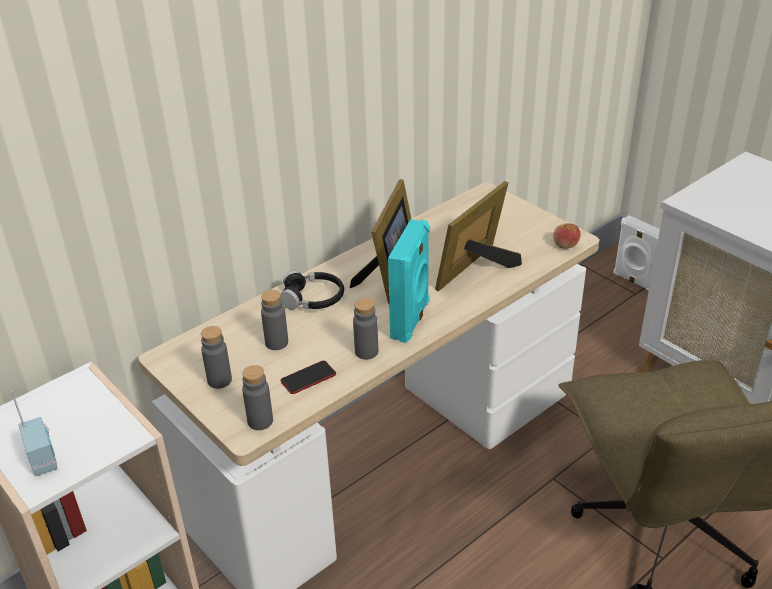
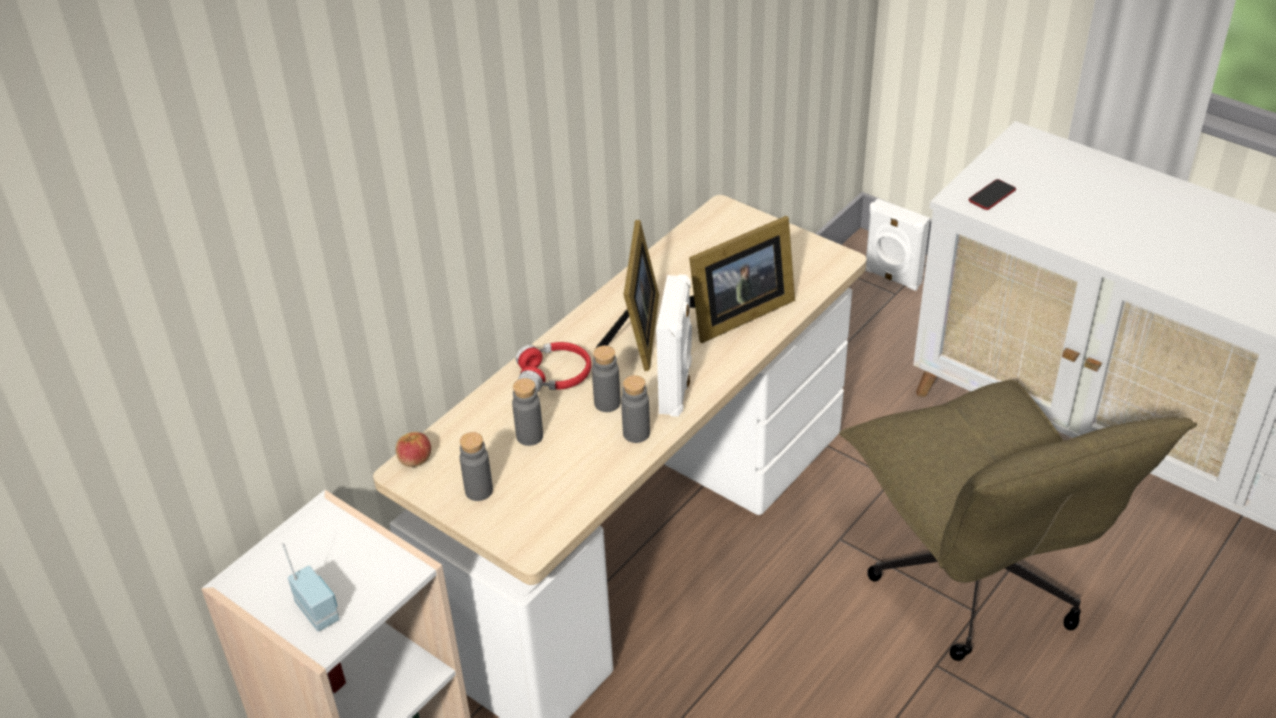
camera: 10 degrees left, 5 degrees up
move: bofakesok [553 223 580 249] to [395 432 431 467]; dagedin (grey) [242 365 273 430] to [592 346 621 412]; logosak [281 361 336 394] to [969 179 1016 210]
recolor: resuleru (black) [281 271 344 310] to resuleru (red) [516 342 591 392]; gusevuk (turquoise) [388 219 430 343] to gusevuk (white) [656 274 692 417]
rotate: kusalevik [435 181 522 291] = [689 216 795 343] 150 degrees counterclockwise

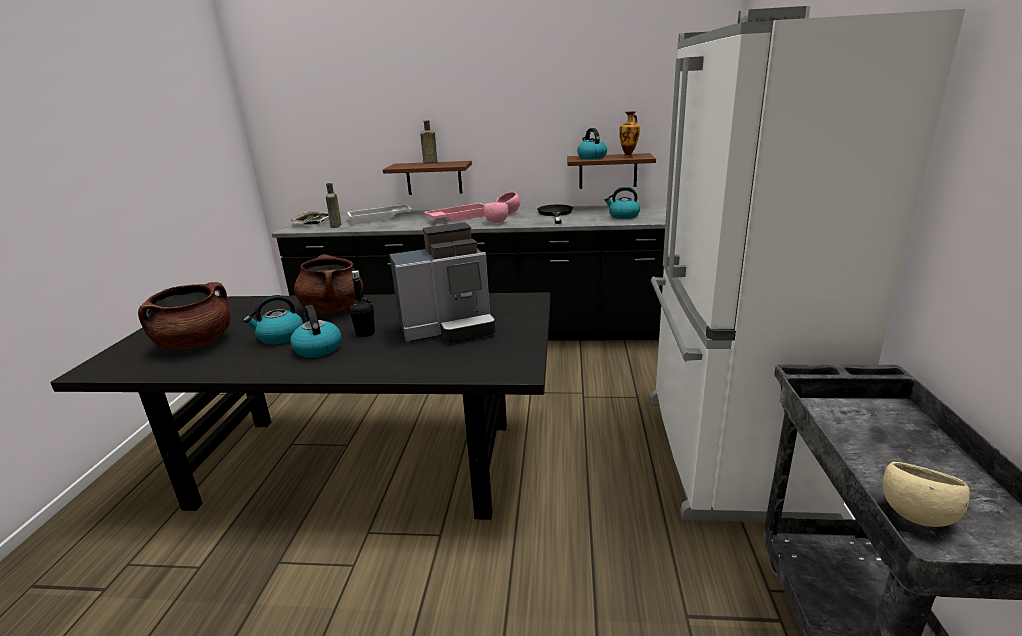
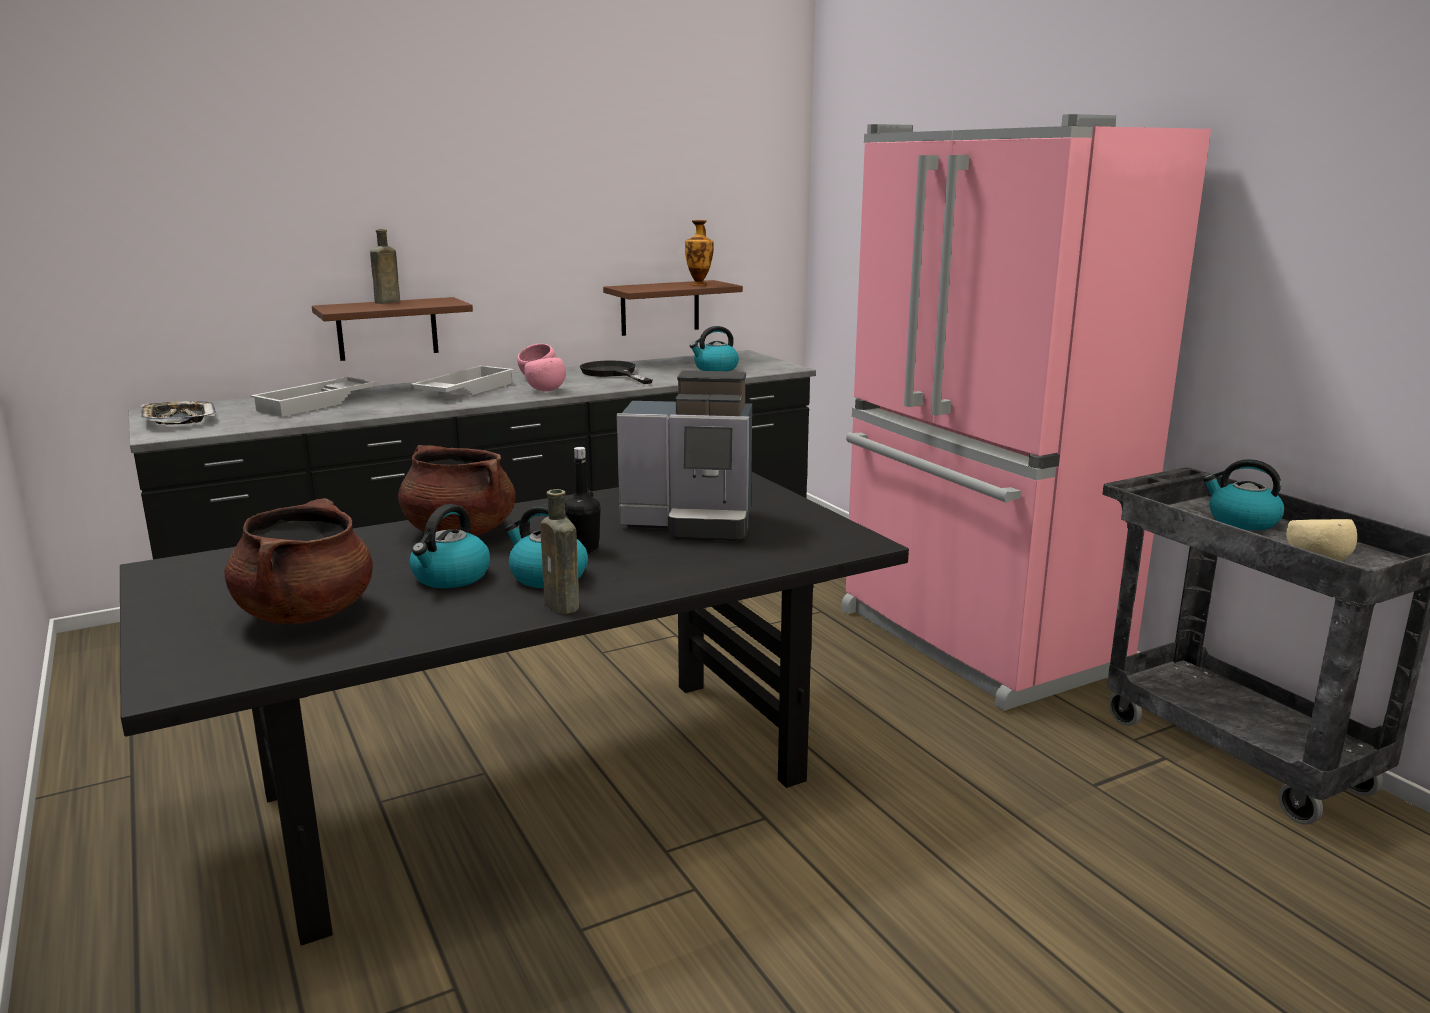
camera: 35 degrees left, 5 degrees down
move: dagedin (brown) [326 183 341 228] to [540 489 579 614]; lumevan [577 128 607 159] to [1203 459 1284 530]
recolor: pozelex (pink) [423 203 485 221] to pozelex (white) [410 366 514 395]; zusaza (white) [651 6 965 522] to zusaza (pink) [841 114 1211 711]
rotate: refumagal [389 223 496 343] = [616 371 752 541] 60 degrees clockwise

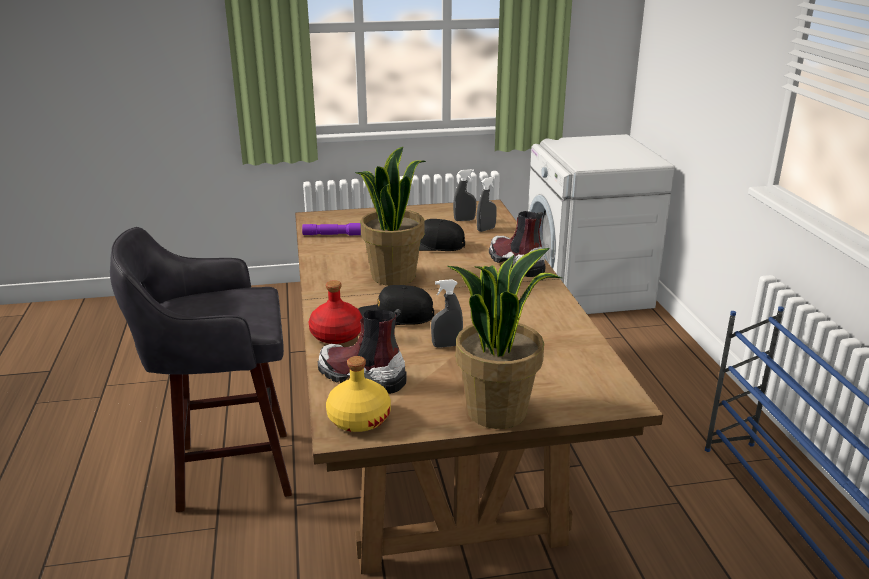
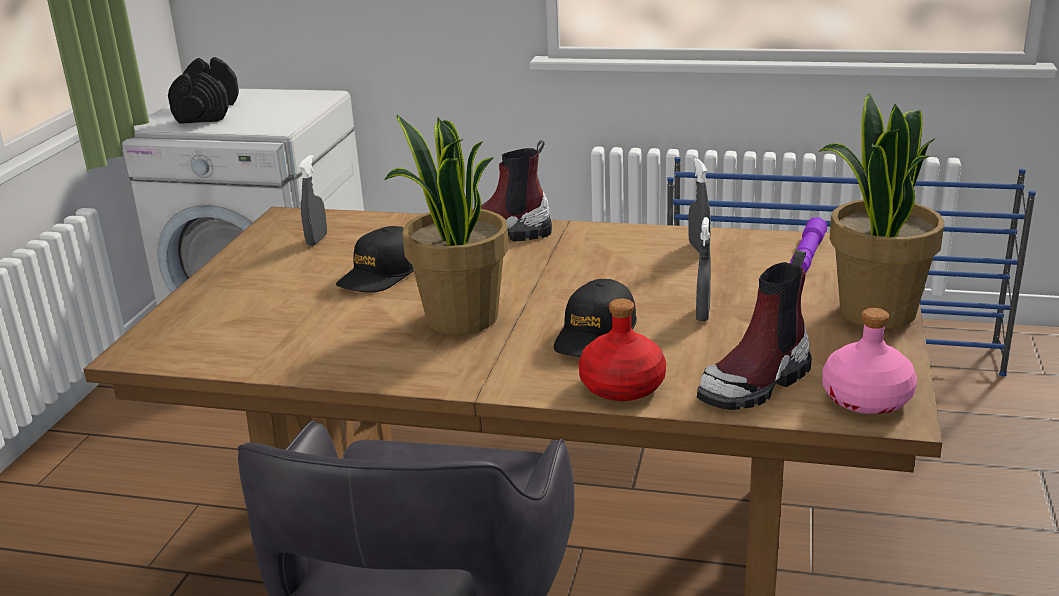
camera: 65 degrees left, 0 degrees up
insert: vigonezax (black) [168 57 239 124]
move: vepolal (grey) [477 176 497 232] to [688 158 711 253]; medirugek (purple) [302 223 361 235] to [790 217 827 274]
recolor: dagedin (yellow) [326 356 391 432] to dagedin (pink) [822 308 917 414]

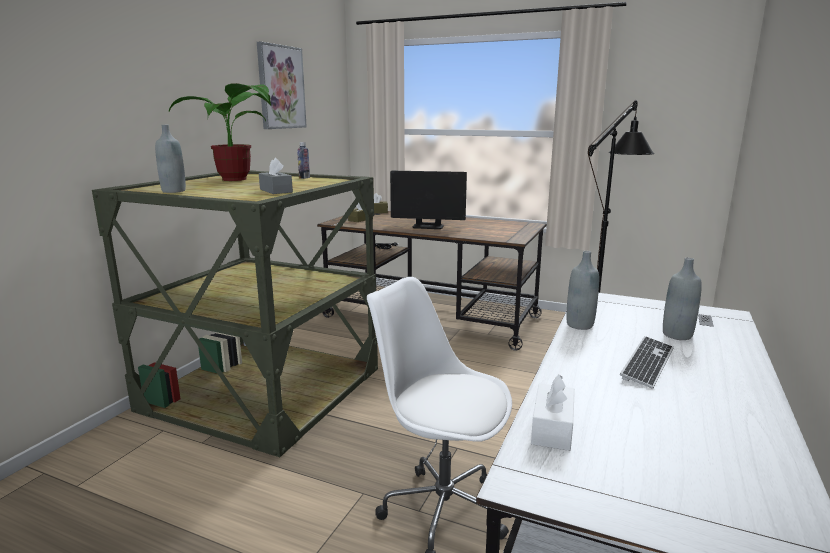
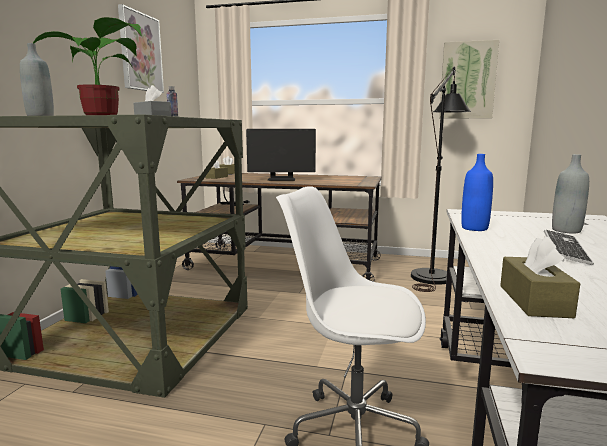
camera: 10 degrees left, 5 degrees down
insert: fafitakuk [439 40 499 119]
recolor: dagedin (grey) [566 251 599 330] to dagedin (blue) [461 154 493 231]; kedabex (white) [531 374 575 451] to kedabex (brown) [500 236 580 318]

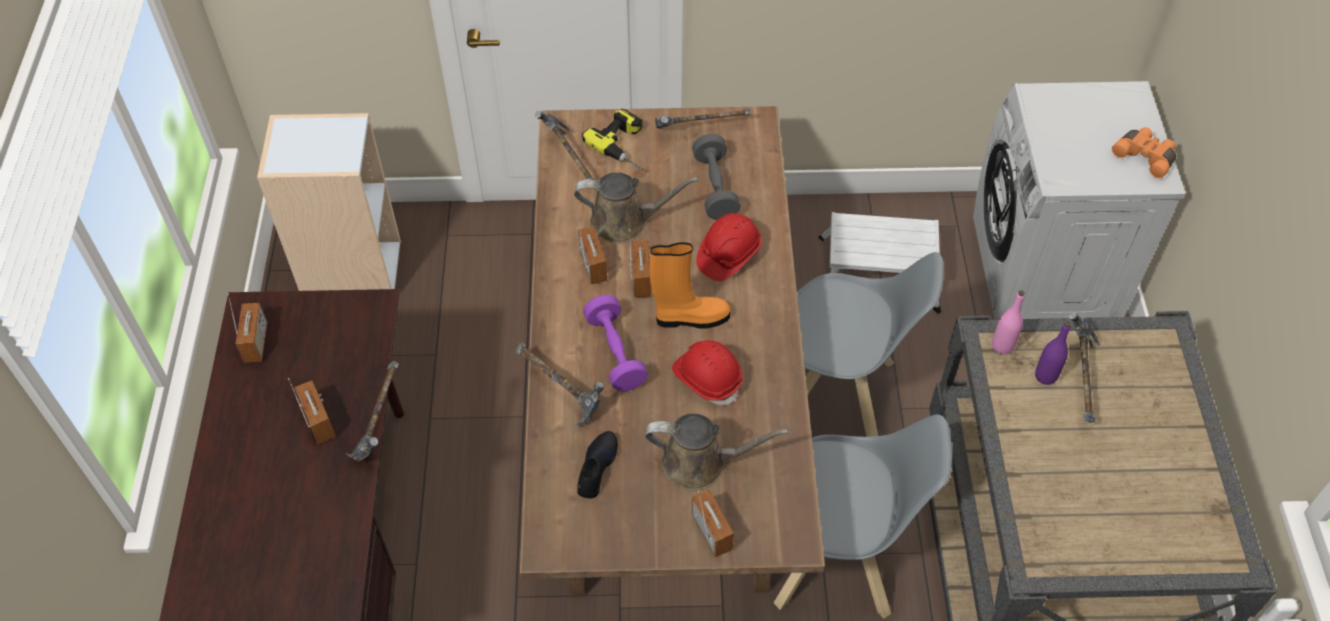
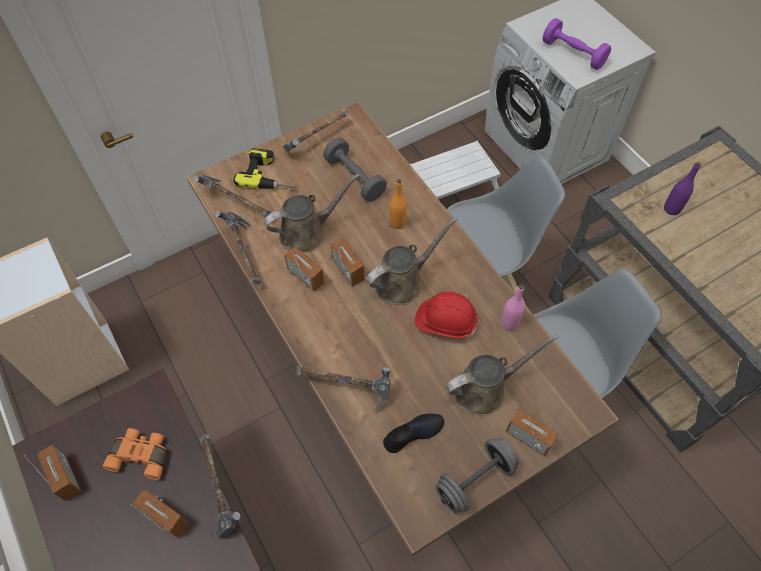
camera: 30 degrees left, 5 degrees up
insert: vigonezax (grey) [436 438 519 513]
move: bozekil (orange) [1112 127 1176 179] to [102 428 167 480]; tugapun [1068 311 1101 423] to [215 210 262 284]; dagedin (pink) [992 290 1025 355] to [501 284 524 331]; vigonezax (purple) [583 295 648 391] to [543 18 611 70]
replace: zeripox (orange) [650 242 730 329] to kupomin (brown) [366 217 458 305]; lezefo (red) [696 213 762 281] to dagedin (orange) [389 179 407 229]
rotate: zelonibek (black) [577 431 618 499] = [383 414 444 453] 75 degrees clockwise

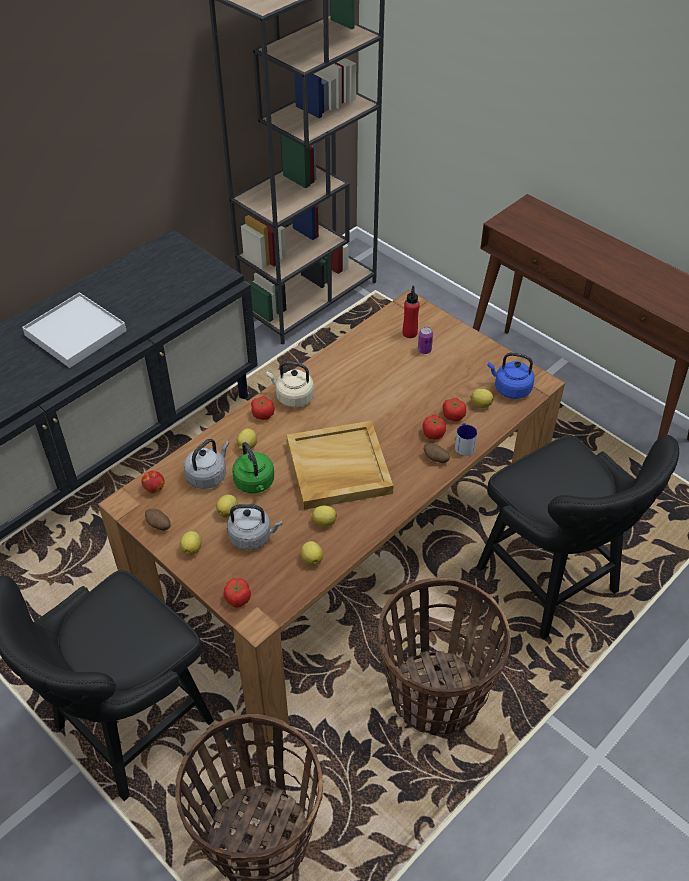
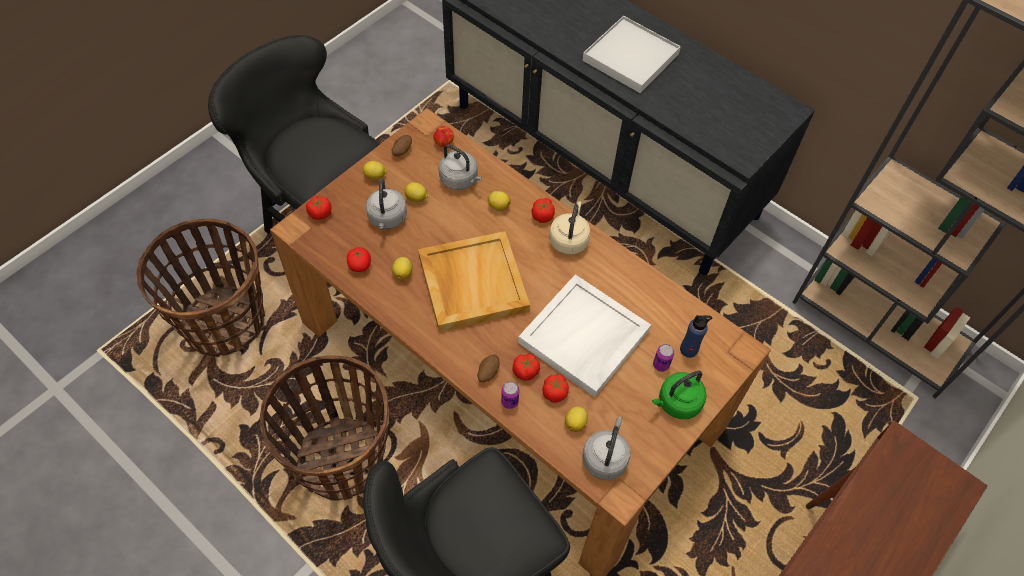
camera: 85 degrees right, 10 degrees up
insert: pozelex (white) [518 274 651 397]
move: lumevan (green) [232 442 274 493] to [652 370 707 419]
replace: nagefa [301 541 323 565] to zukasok [347 247 371 272]; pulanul [455 423 477 456] to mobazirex [501 381 519 409]
recolor: lumevan (blue) [488 352 534 399] to lumevan (grey) [582 417 631 480]; dagedin (red) [403 286 420 338] to dagedin (blue) [680 315 712 358]

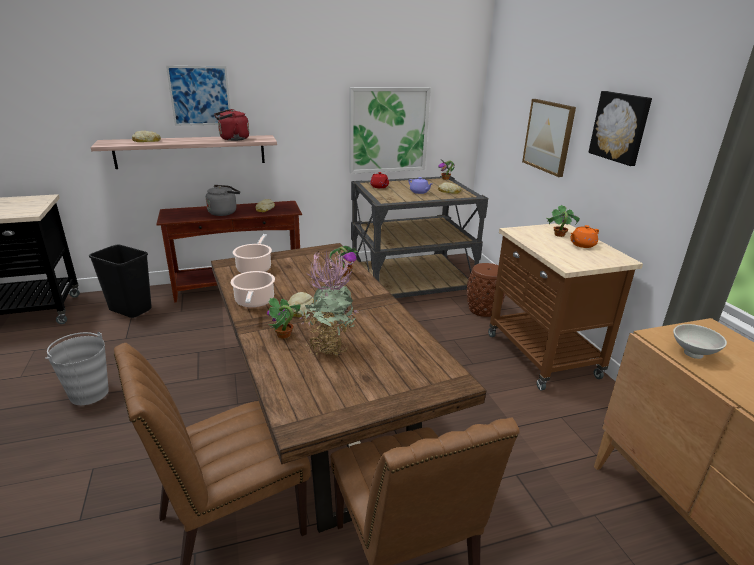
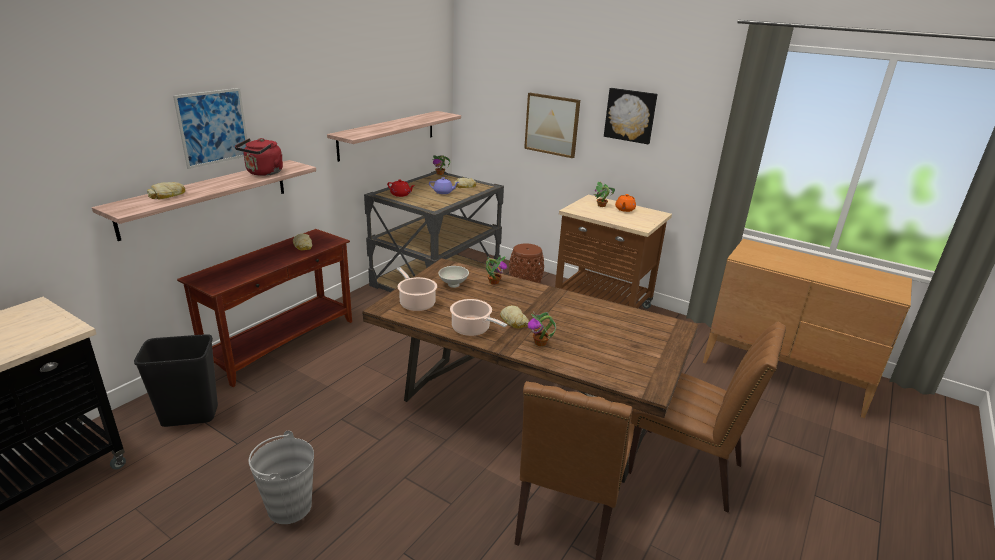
camera: 40 degrees left, 0 degrees up
delete: lumevan (grey) [206 185 240 216]; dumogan [299 250 358 357]
move: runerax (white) [673 324 727 359] to [438 266 469 288]
replace: fafitakuk [349 87 431 174] to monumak [327 111 461 162]

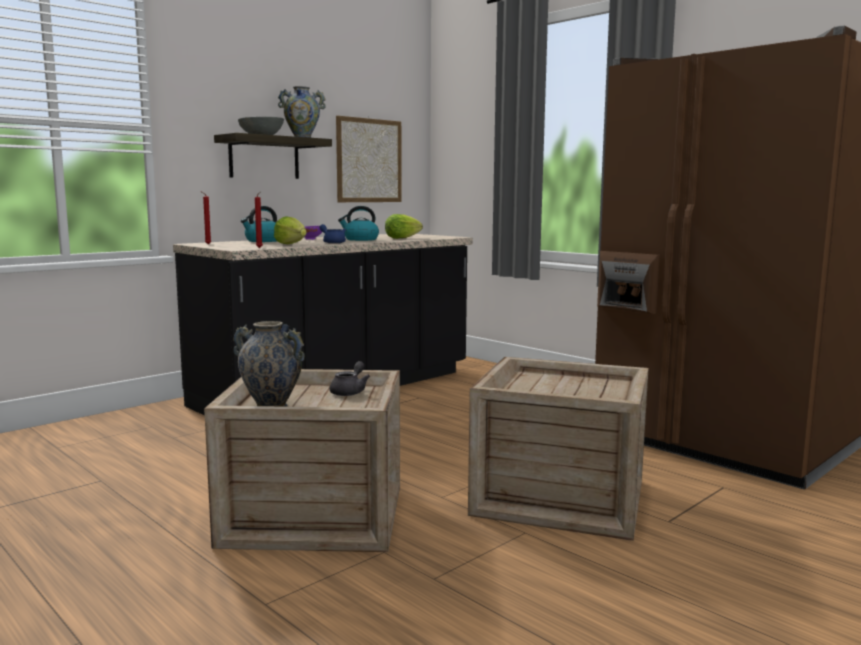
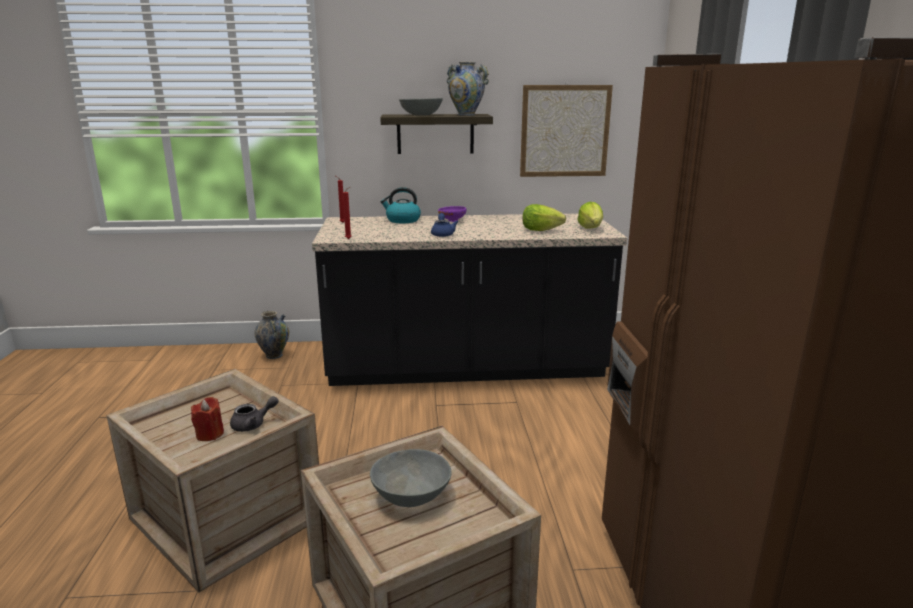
camera: 40 degrees right, 10 degrees up
delete: lumevan [338 206 379 241]
insert: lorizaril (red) [191 397 224 441]; runerax (grey) [370 449 452 507]
move: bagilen [233 321 305 407] to [254 310 289 359]; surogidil [274 216 307 244] to [577 202 603 229]

